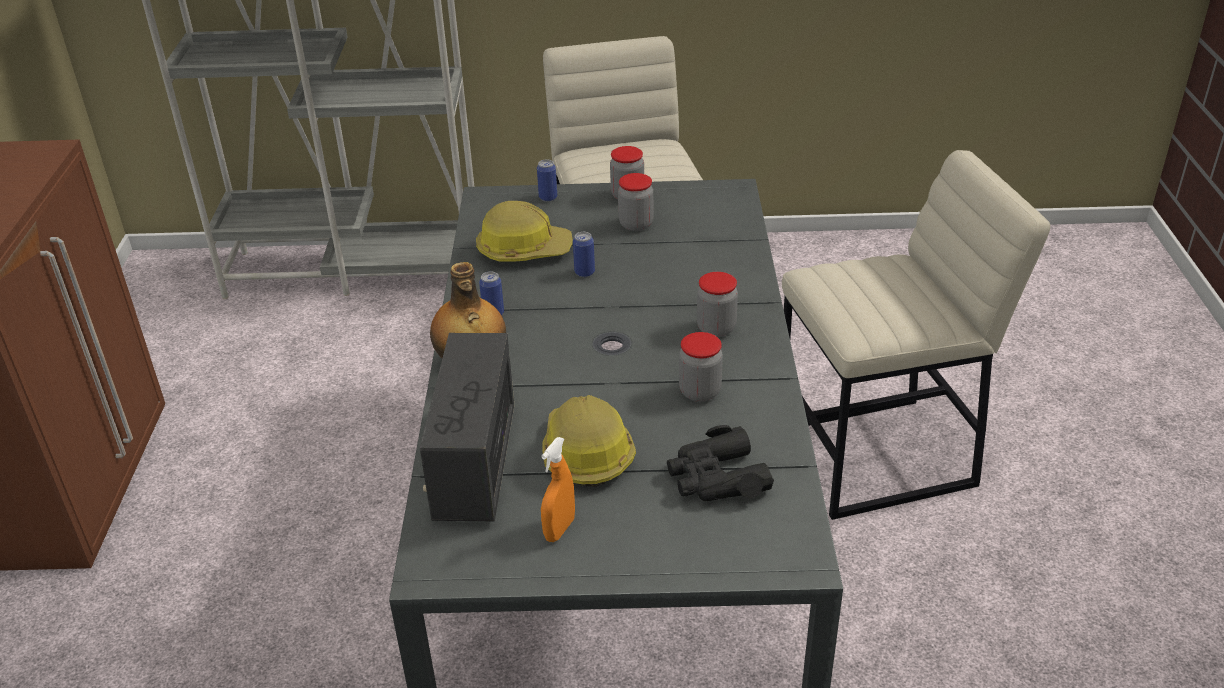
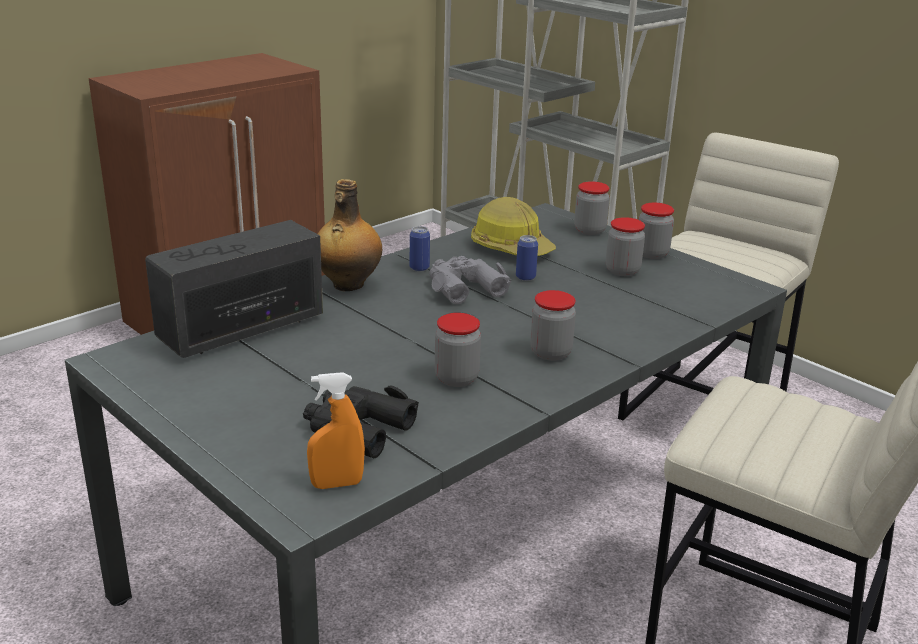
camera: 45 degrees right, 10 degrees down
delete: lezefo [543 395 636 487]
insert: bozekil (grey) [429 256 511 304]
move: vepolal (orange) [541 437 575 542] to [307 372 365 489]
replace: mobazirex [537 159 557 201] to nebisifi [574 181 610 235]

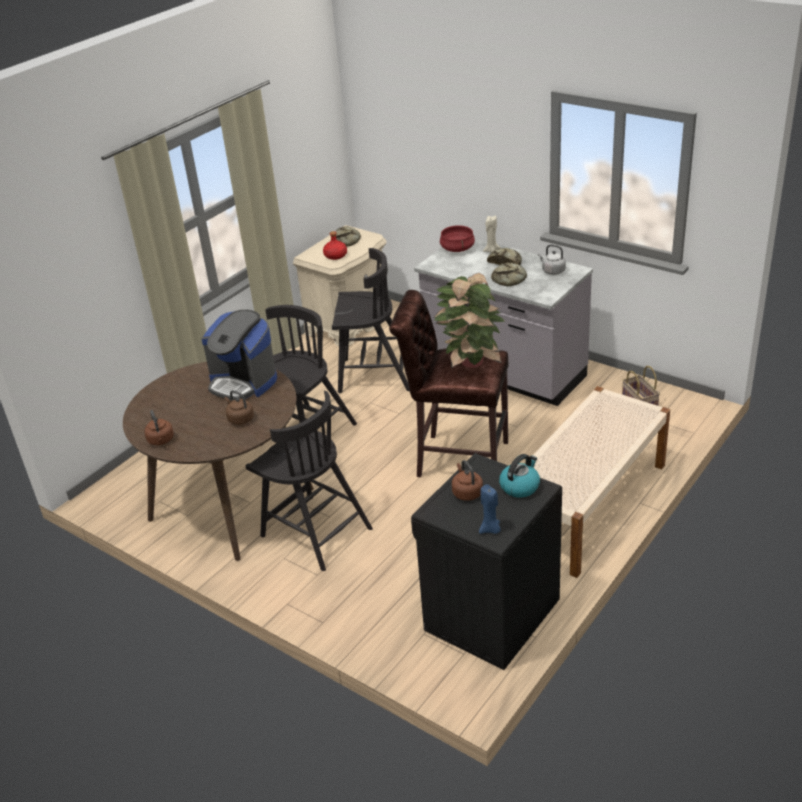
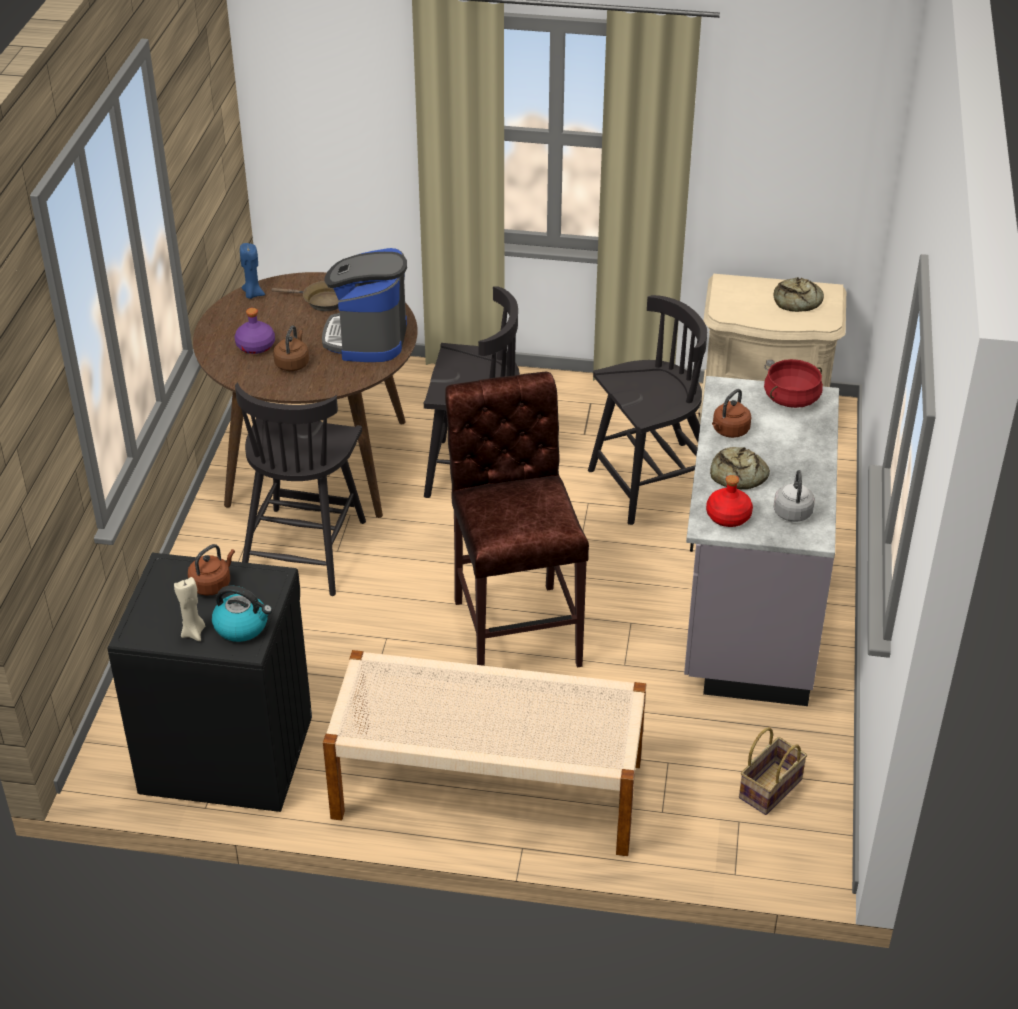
camera: 60 degrees right, 5 degrees up
delete: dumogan [433 273 505 368]; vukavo [487 248 522 265]
insert: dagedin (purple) [235 308 275 354]; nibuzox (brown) [272 281 339 311]
move: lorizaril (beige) [483 216 501 253] to [174 577 205 641]; lorizaril (blue) [479 484 501 534] to [240 243 265 299]; dagedin (red) [323 231 347 260] to [706 475 753 527]; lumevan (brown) [144 410 174 445] to [712 389 751 438]
rotate: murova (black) [332 248 410 393] = [588 295 707 525] 90 degrees counterclockwise

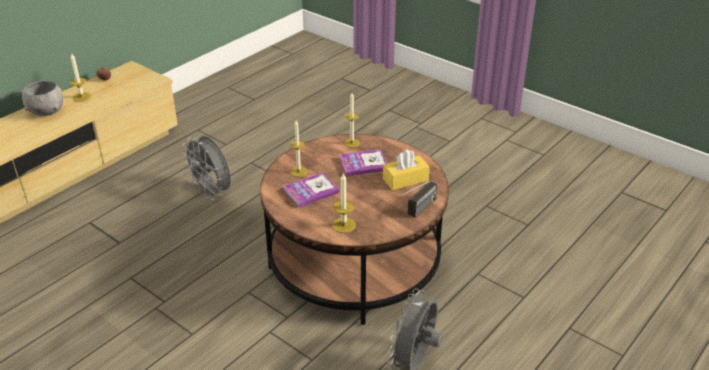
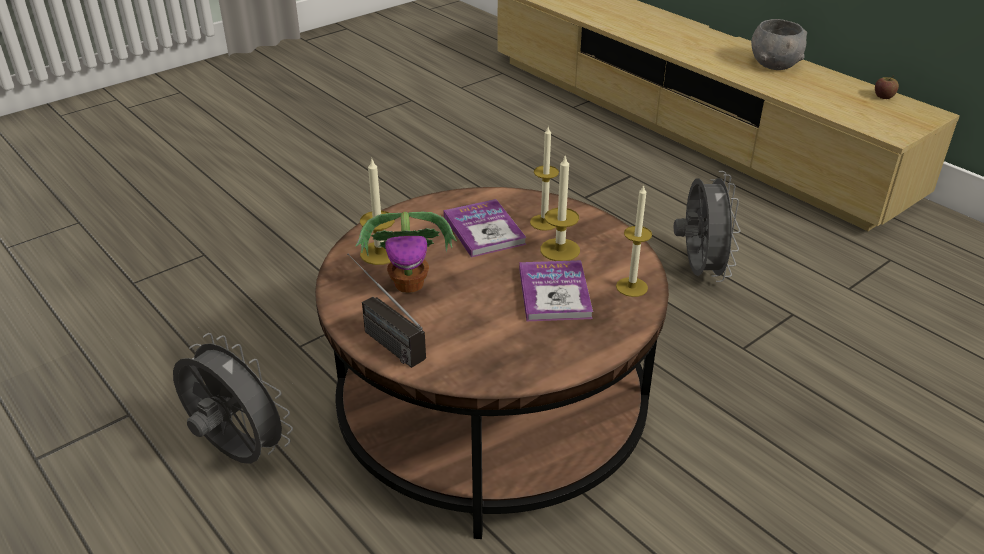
camera: 100 degrees right, 0 degrees up
delete: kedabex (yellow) [383 149 430 190]
insert: dumogan [356 211 457 293]
move: lorizaril [70 54 91 102] to [540 156 580 261]
rotate: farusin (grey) [182 136 231 200] = [674 171 741 282] 120 degrees clockwise

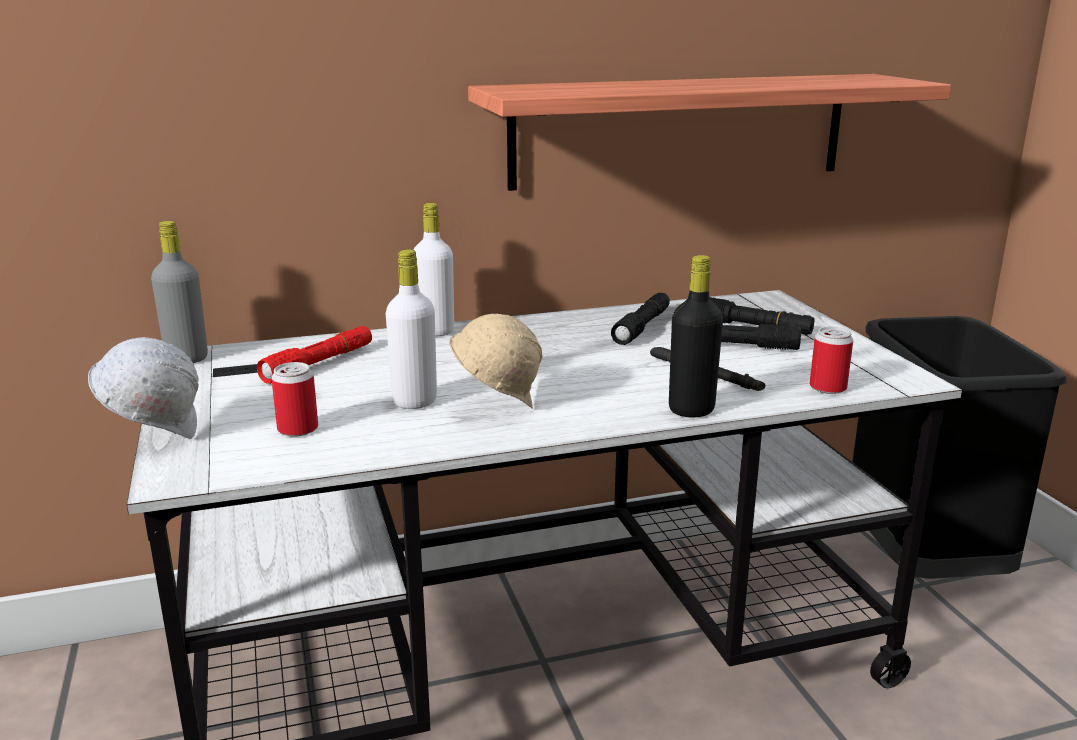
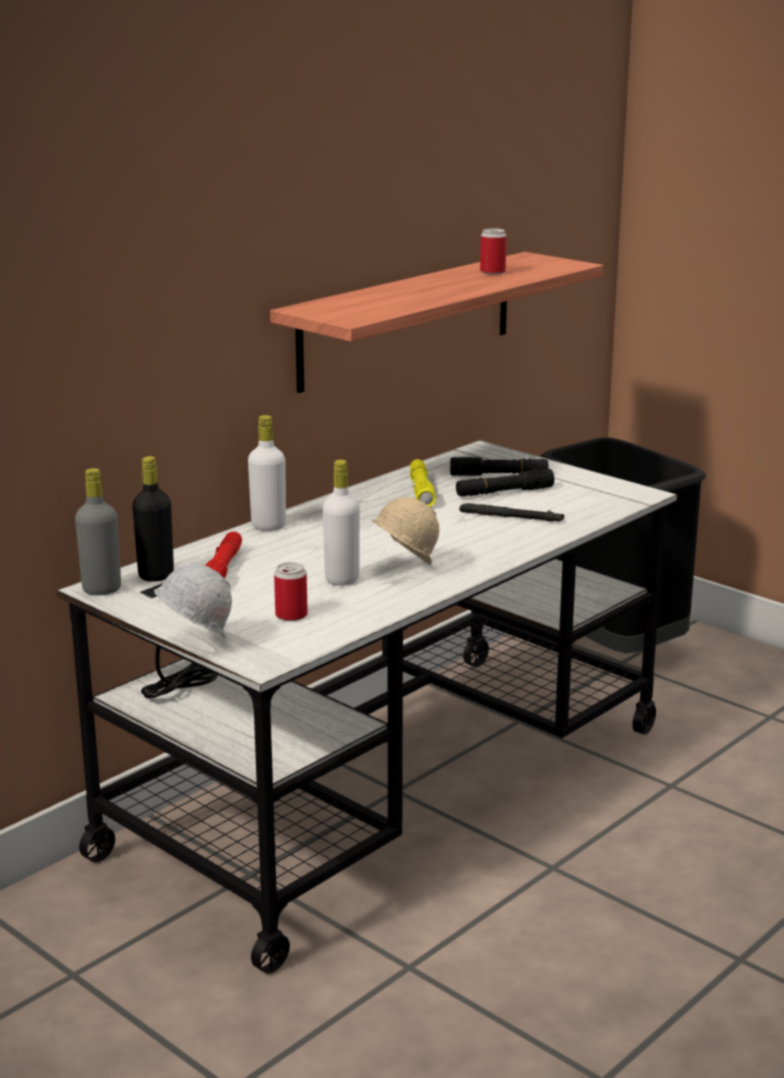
camera: 30 degrees left, 0 degrees up
move: dagedin (black) [669 255 723 417] to [132 456 174 582]; mobazirex [810 327 853 394] to [480 228 507 275]
recolor: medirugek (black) [611 293 670 345] to medirugek (yellow) [410 459 436 507]

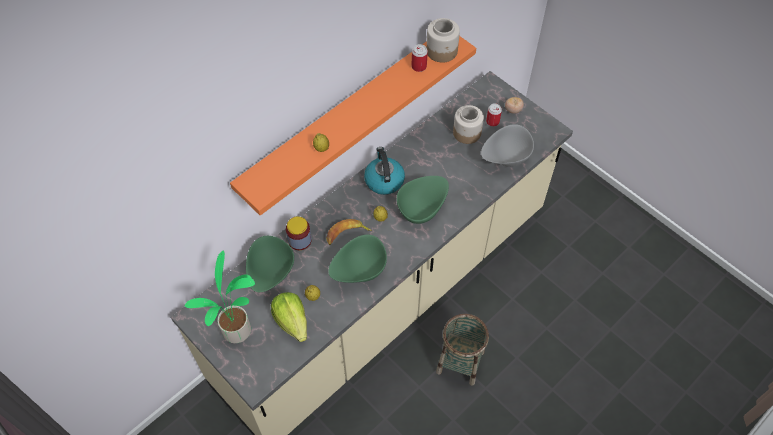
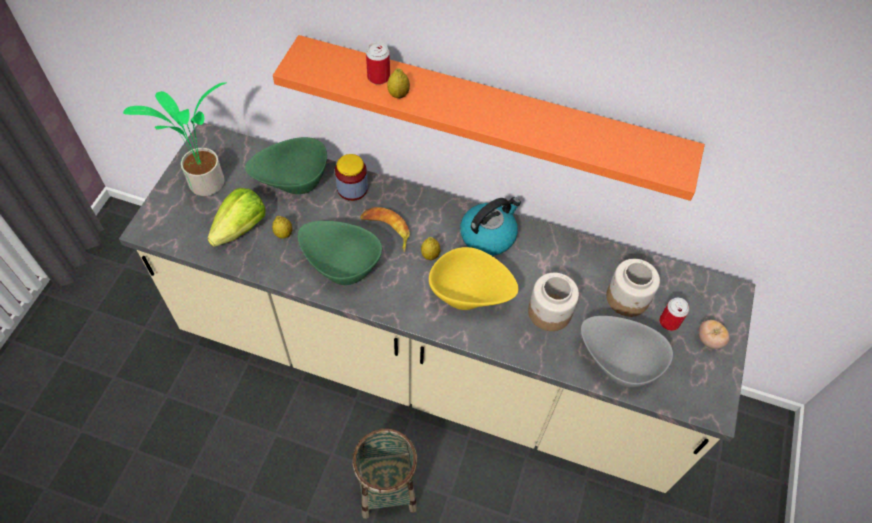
camera: 60 degrees right, 0 degrees up
move: mobazirex [411 44 428 72] to [366 42 390 85]; nebisifi [426 18 460 63] to [528 273 579 331]
recolor: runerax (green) [397 176 449 224] to runerax (yellow) [429 247 518 310]

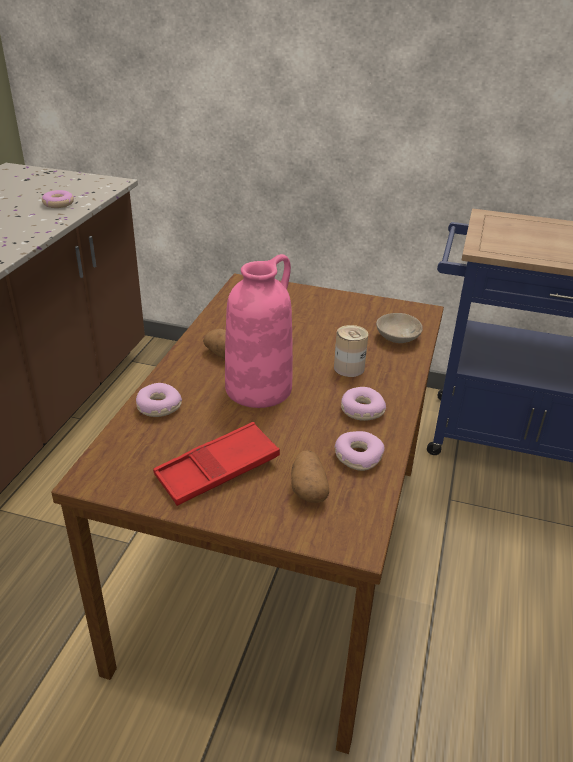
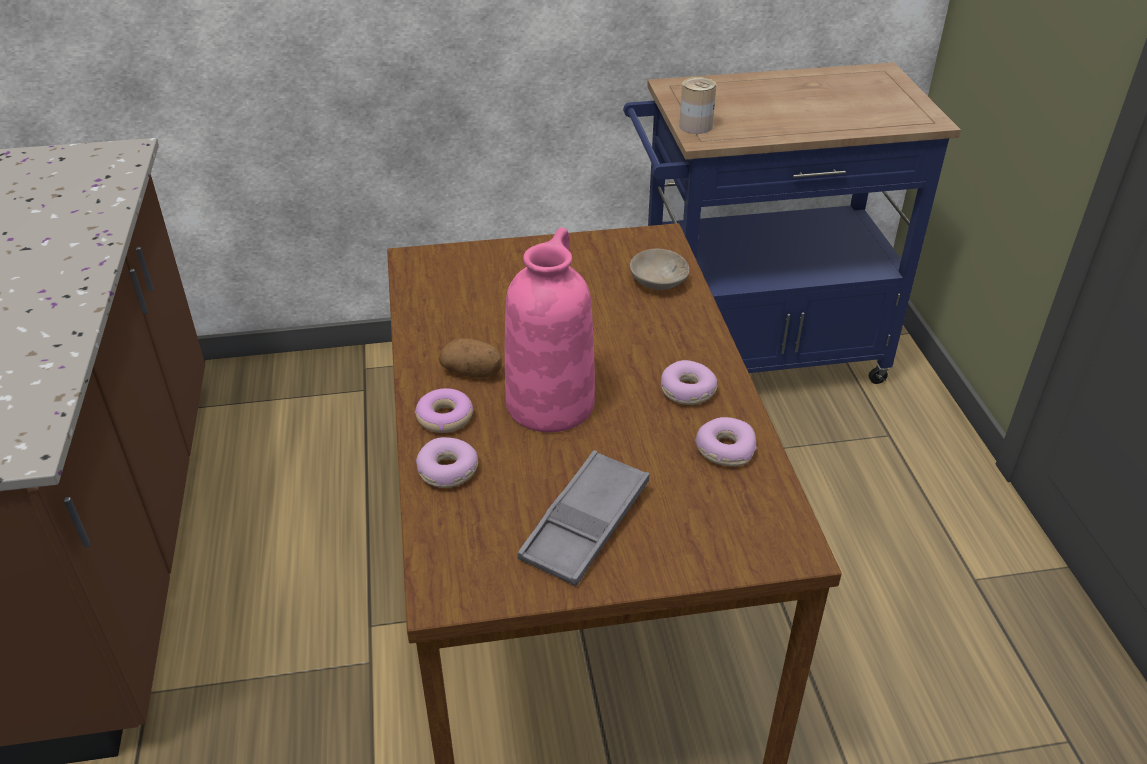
camera: 25 degrees left, 5 degrees up
delete: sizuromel [291 450 329 503]
move: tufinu [42 190 74 208] to [415 388 474 433]; mobazirex [334 325 368 377] to [679 77 716 134]
recolor: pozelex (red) [153 422 280 506] to pozelex (grey) [517 450 649 586]

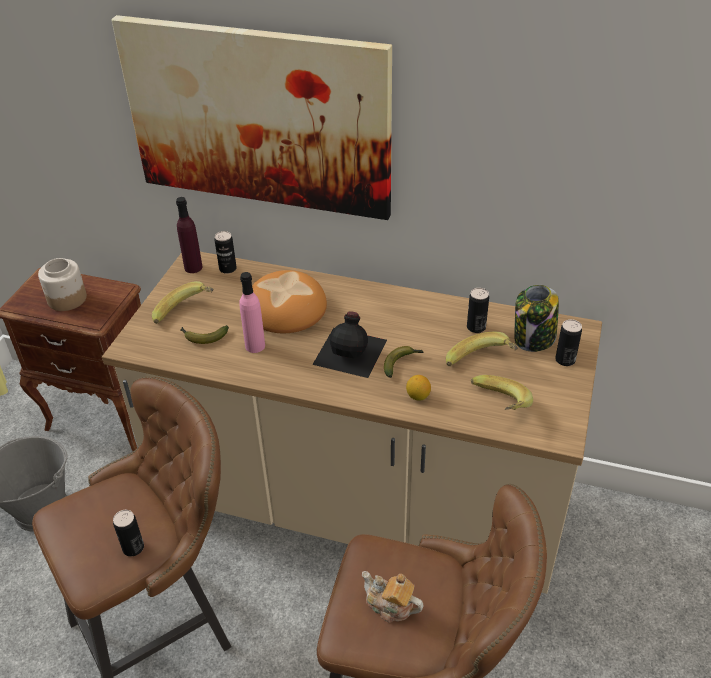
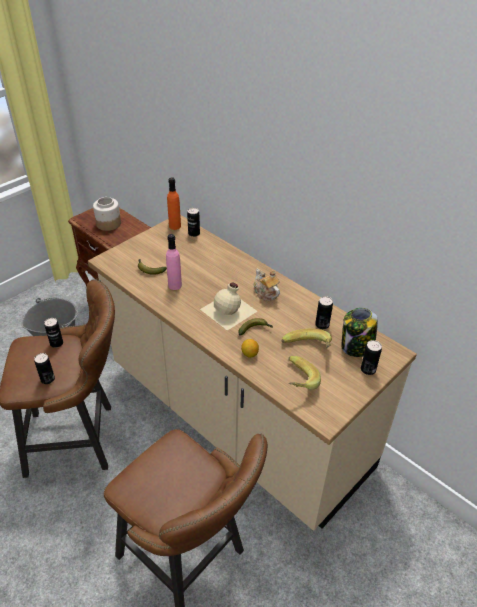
camera: 25 degrees right, 0 degrees up
delete: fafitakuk [111 15 392 220]; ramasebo [152 281 214 324]; vukavo [252 270 327 333]
insert: mobazirex [44 318 63 348]
move: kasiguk [362 571 424 623] to [254 269 280 301]
recolor: dagedin (purple) [176 197 202 273] to dagedin (orange) [167 177 181 230]; dagedin (black) [312 311 387 378] to dagedin (beige) [200 282 257 331]

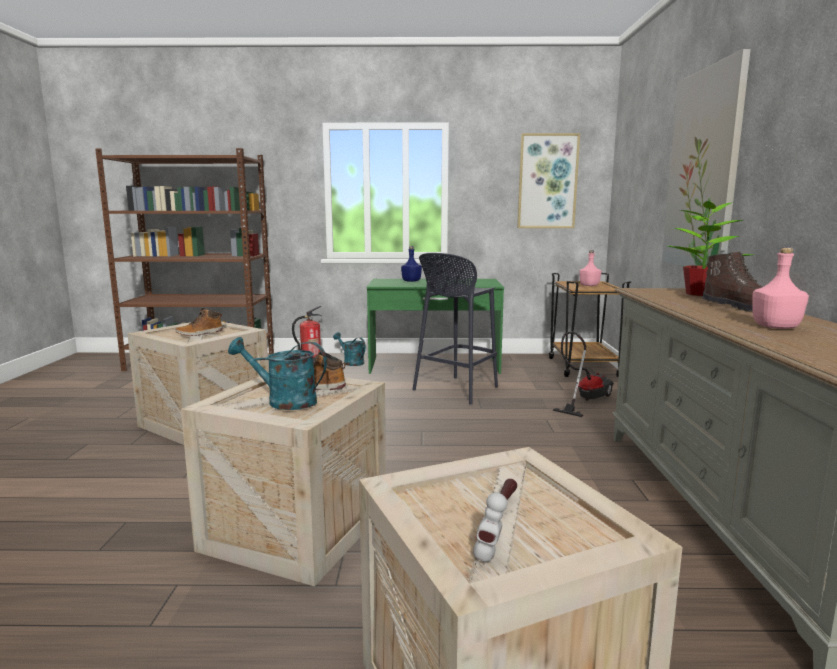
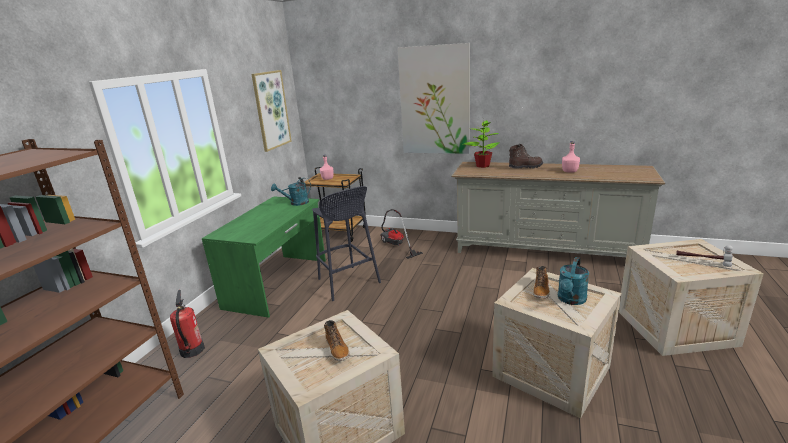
camera: 70 degrees left, 10 degrees up
delete: dagedin (blue) [401 246 422 282]
move: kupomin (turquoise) [333 332 366 366] to [271 178 311 206]

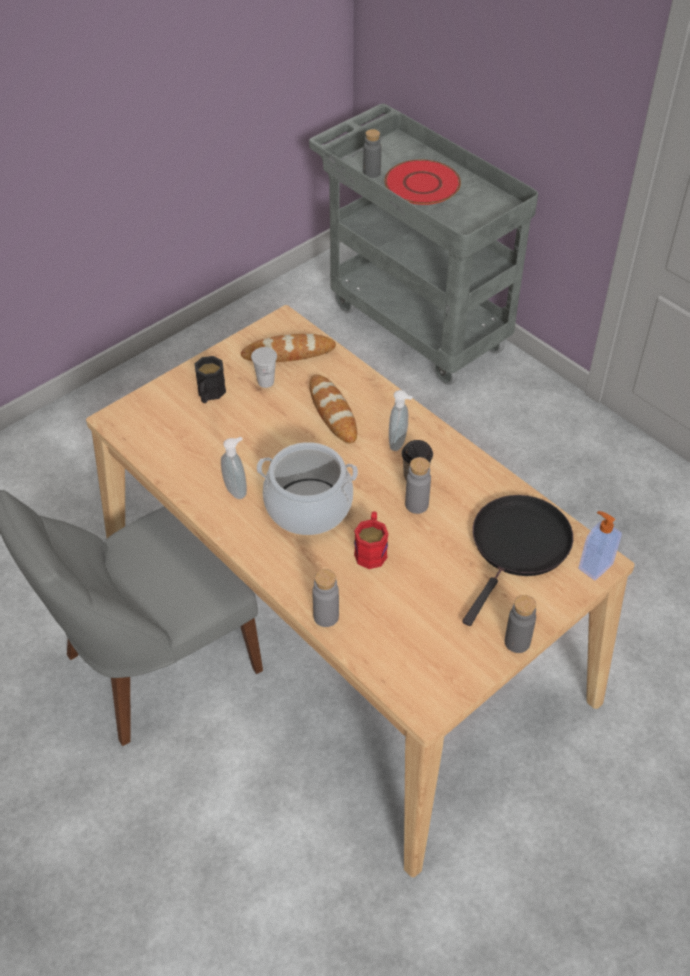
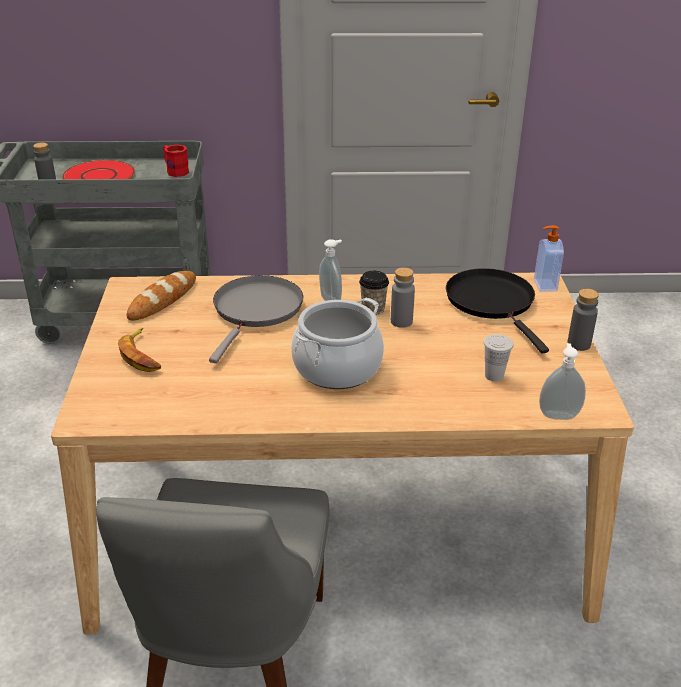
camera: 50 degrees left, 15 degrees down
delete: dagedin (grey) [313 569 339 627]
move: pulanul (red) [354 511 388 569] to [163 145 189 177]; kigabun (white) [251 347 277 388] to [483 334 514 382]; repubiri [221 437 247 499] to [539 343 586 420]
replace: pulanul (black) [194 356 226 403] to ramasebo [118 328 161 372]; vukavo [309 374 357 444] to nibuzox (grey) [209 275 303 363]

